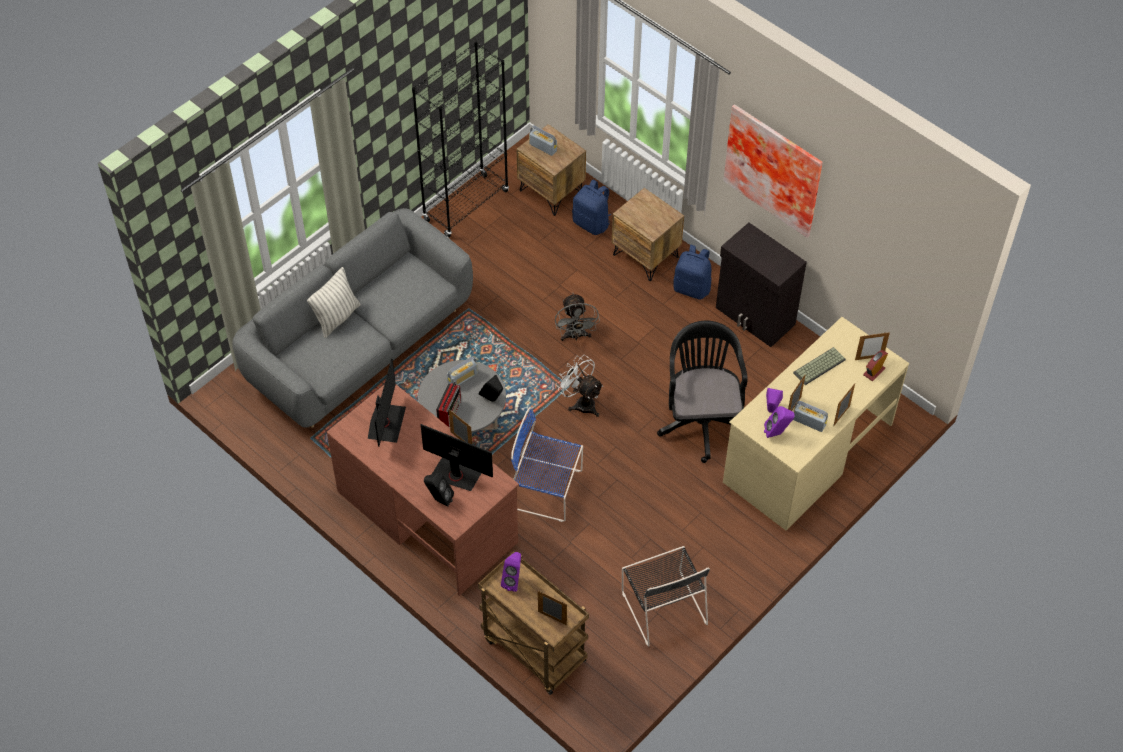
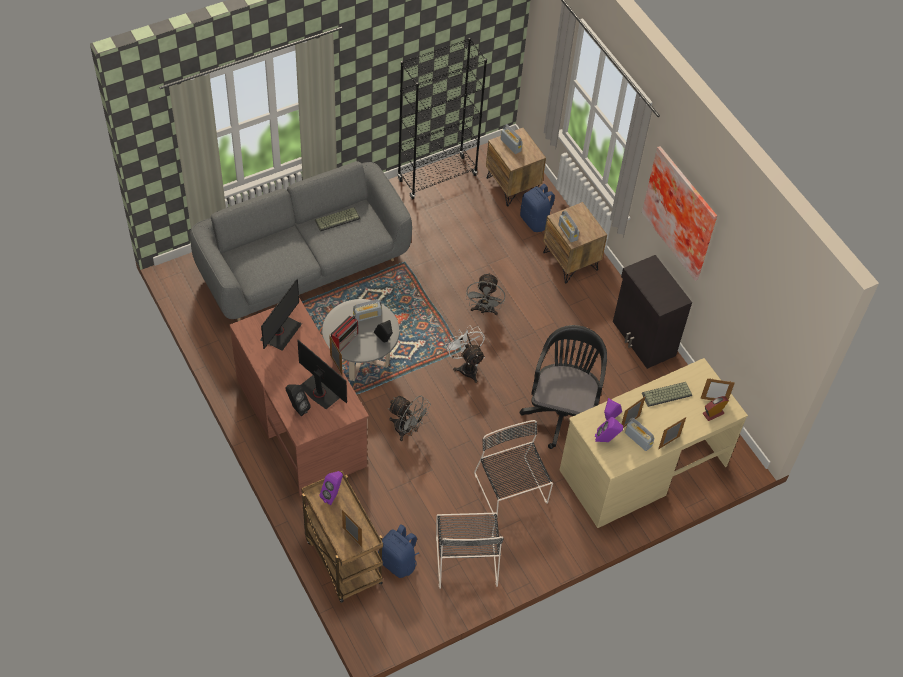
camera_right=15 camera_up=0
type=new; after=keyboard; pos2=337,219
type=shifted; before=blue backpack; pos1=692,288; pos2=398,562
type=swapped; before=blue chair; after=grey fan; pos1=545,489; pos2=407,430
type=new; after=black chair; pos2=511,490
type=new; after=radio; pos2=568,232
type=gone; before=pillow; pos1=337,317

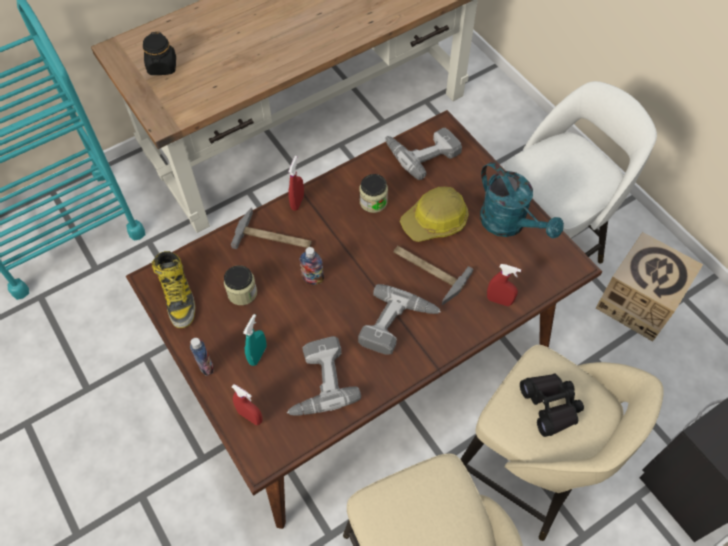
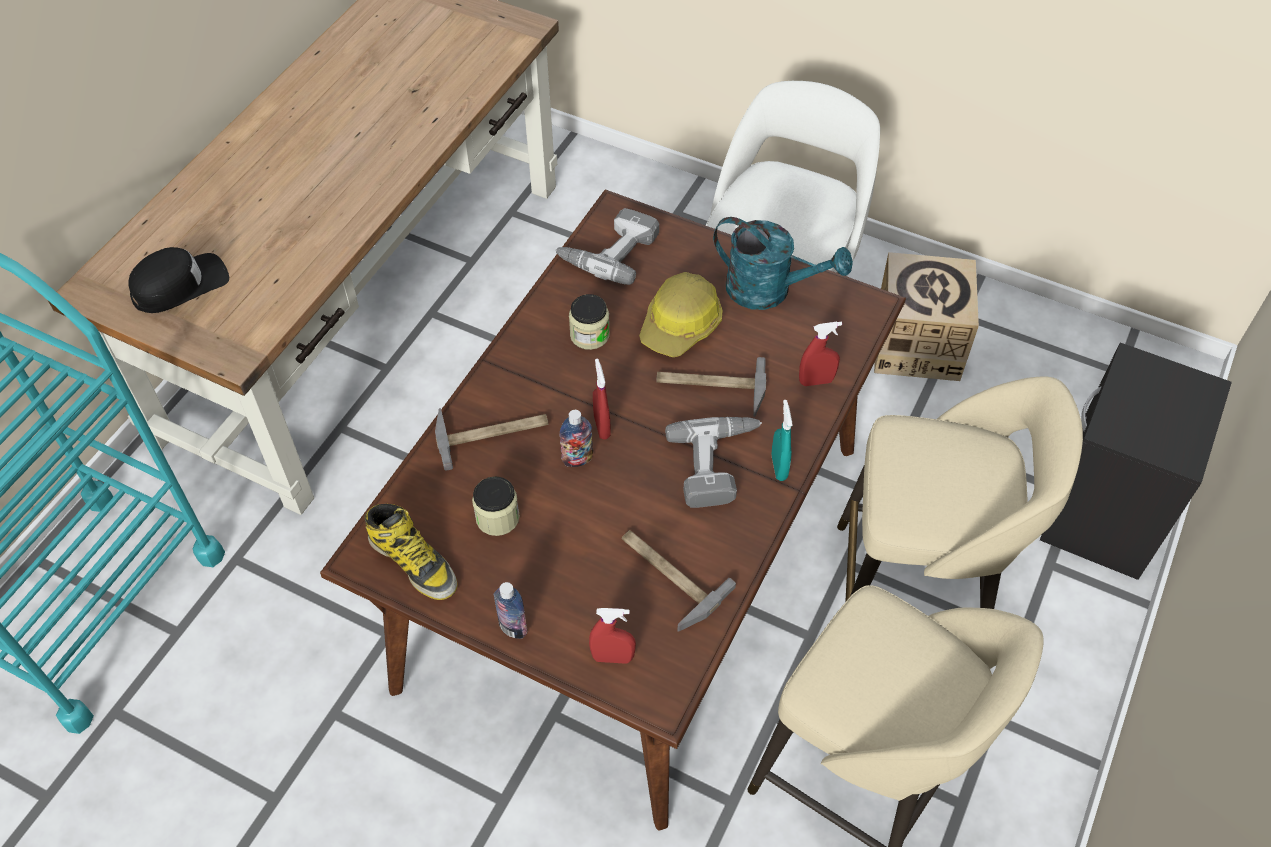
camera_right=-30 camera_up=-5
type=swapped; before=black jar; after=black cap; pos1=162,67; pos2=180,285
type=shifted; before=red spray bottle; pos1=297,202; pos2=602,426
type=swapped; before=power drill; after=hammer; pos1=317,381; pos2=667,575
type=shifted; before=turquoise spray bottle; pos1=258,355; pos2=779,467
type=gone; before=black binoculars; pos1=551,405

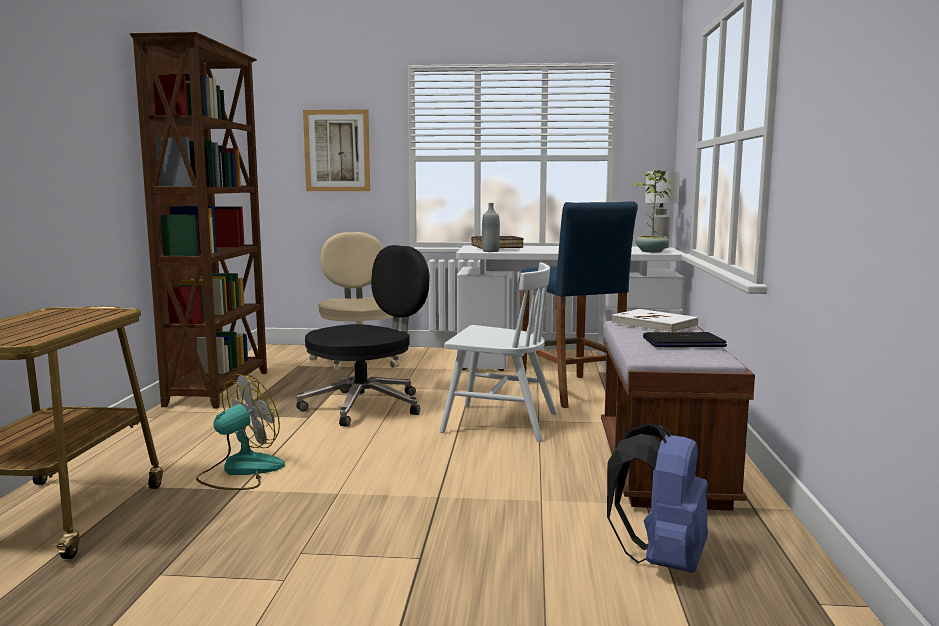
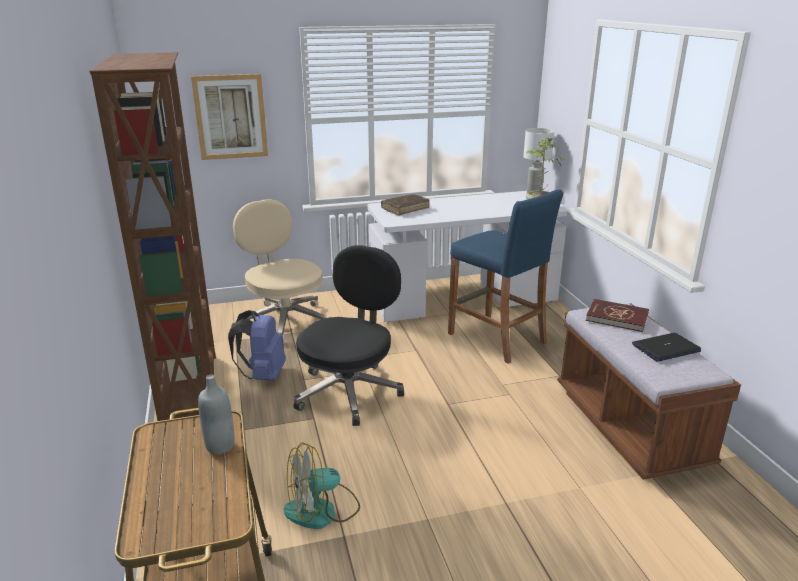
camera_right=-20 camera_up=15
type=shifted; before=grey bottle; pos1=490,251; pos2=220,446
type=shifted; before=blue backpack; pos1=661,560; pos2=263,375
type=rotated; before=fan; pos1=240,471; pos2=322,510; turn=-135
type=repainted; before=white book; after=red book; pos1=654,324; pos2=617,317
type=gone; before=white chair; pos1=499,422

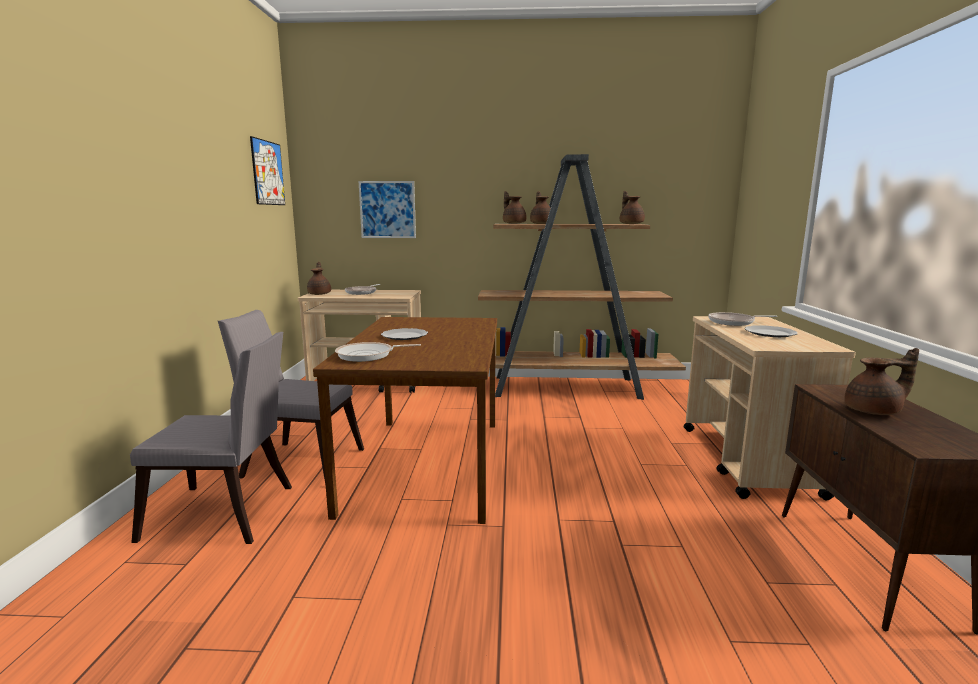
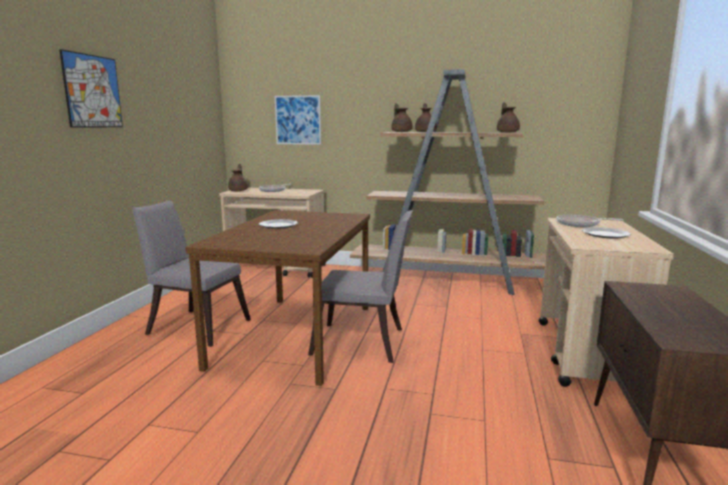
camera_right=10 camera_up=0
type=shifted; before=picture; pos1=268,173; pos2=92,91
type=shifted; before=grey chair; pos1=227,515; pos2=364,343
type=gone; before=frying pan; pos1=368,355
type=gone; before=brown teapot; pos1=874,411

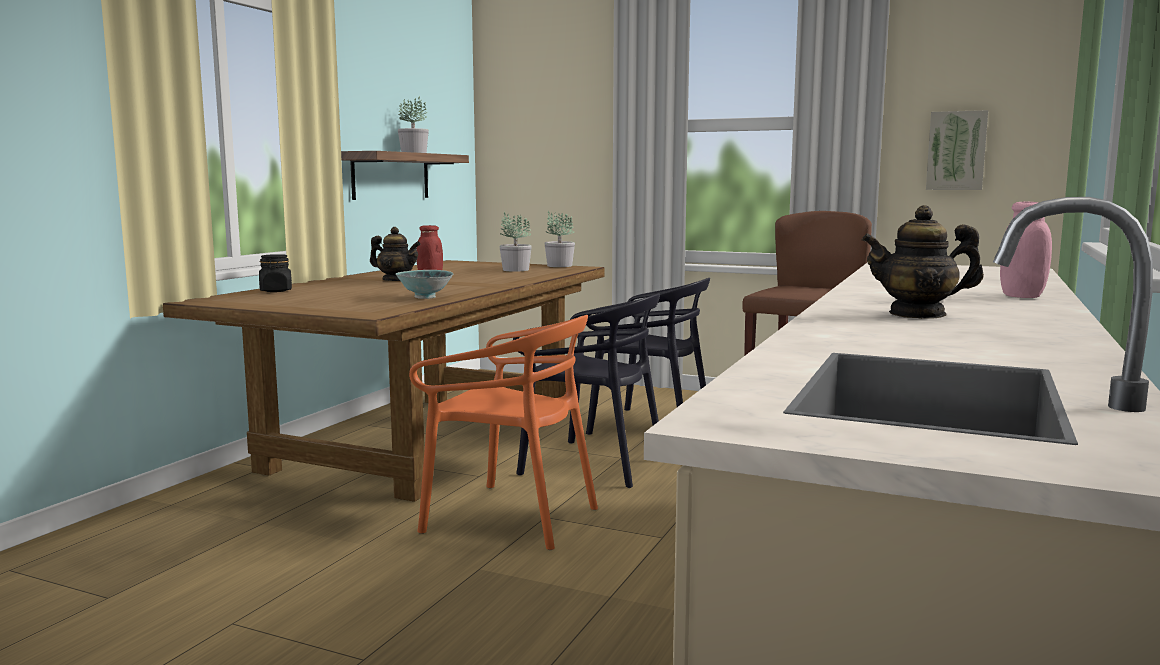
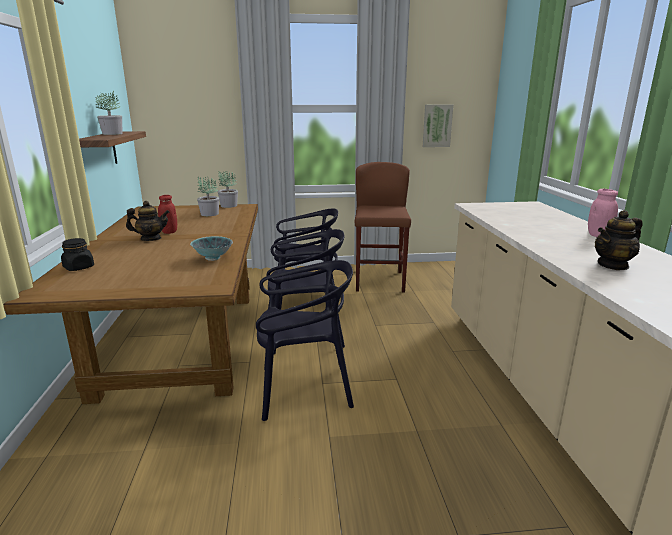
camera_right=-30 camera_up=10
type=repainted; before=orange chair; after=black chair; pos1=511,517; pos2=304,390

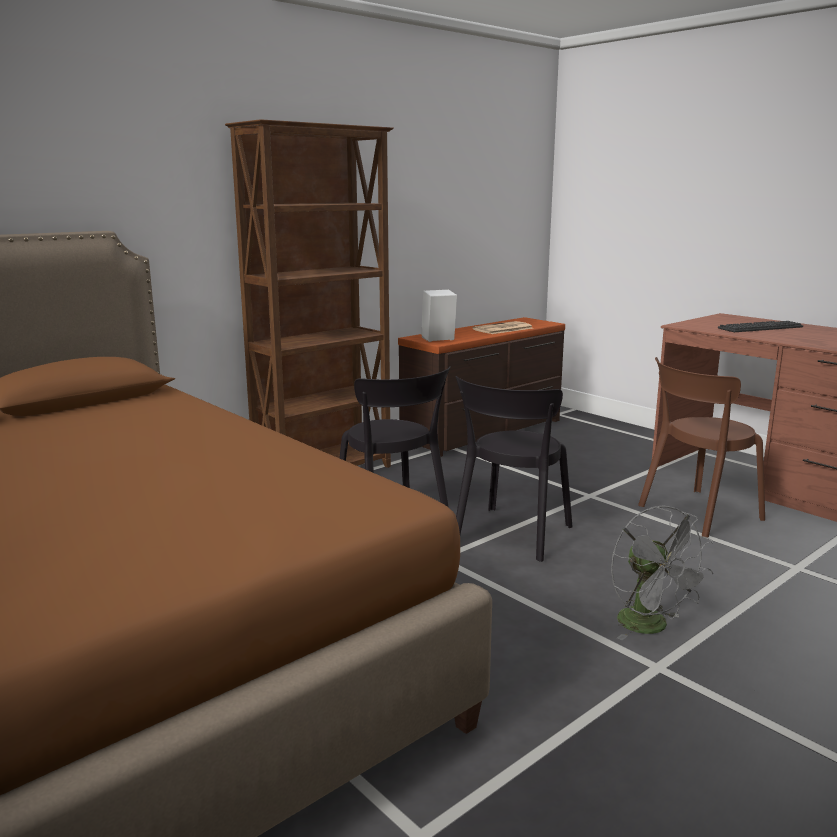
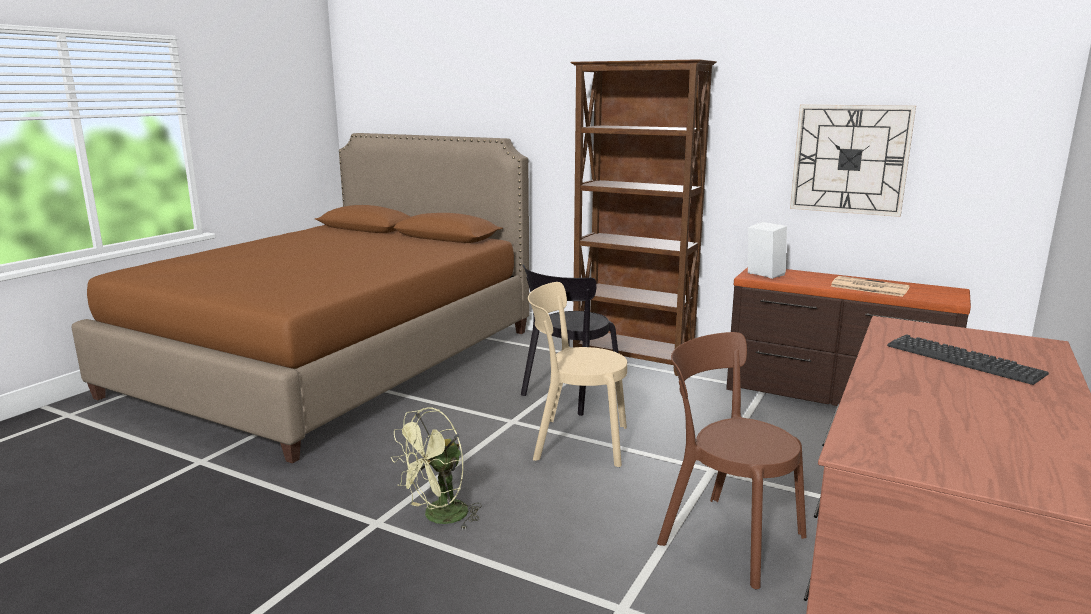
camera_right=70 camera_up=0
type=repainted; before=grey fan; after=green fan; pos1=651,627; pos2=439,517
type=repainted; before=black chair; after=beige chair; pos1=511,535; pos2=575,442
type=new; after=wall clock; pos2=850,159

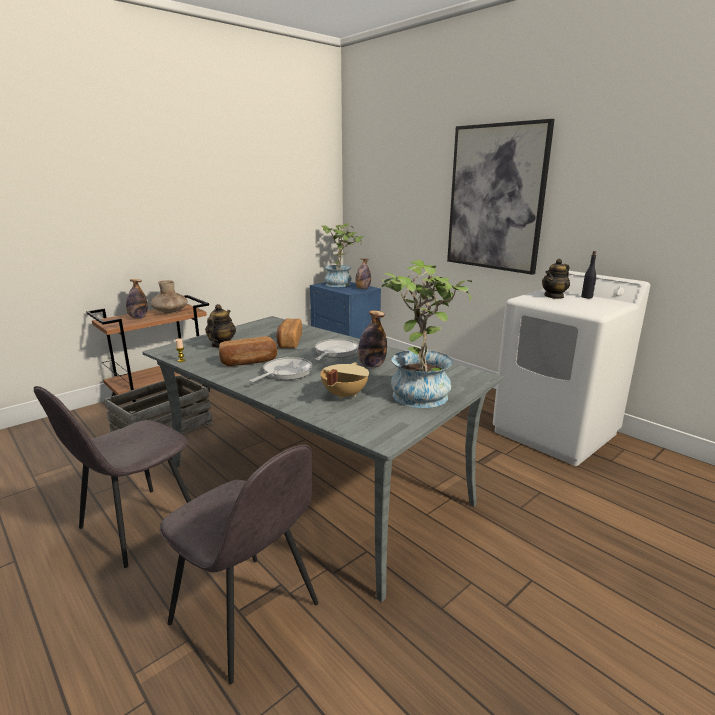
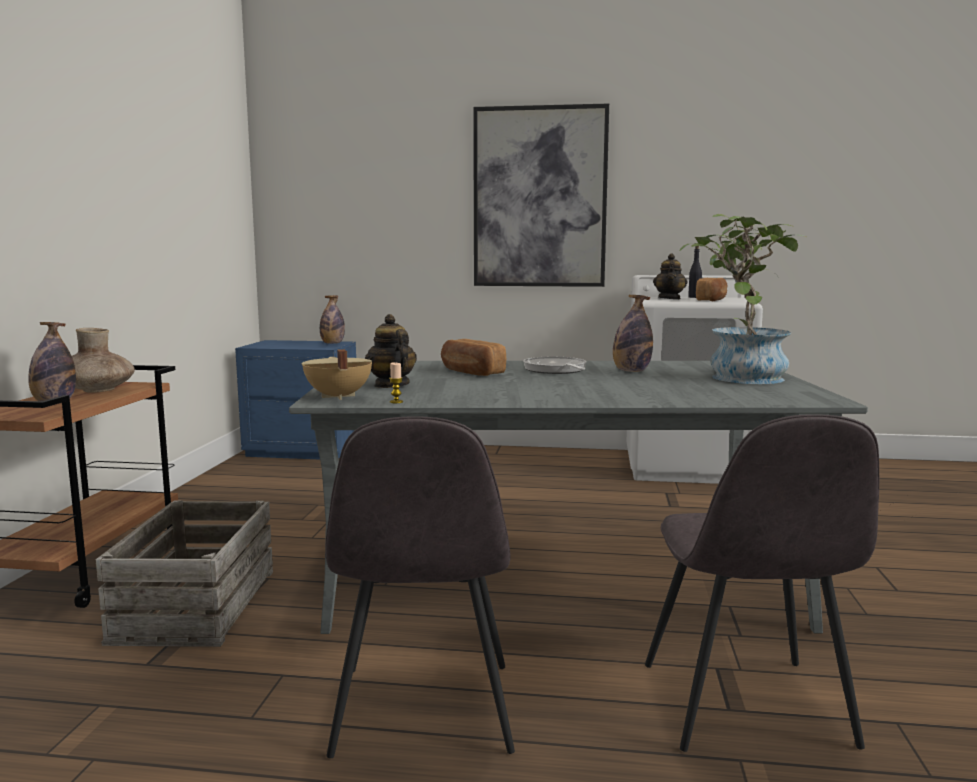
camera_right=-40 camera_up=-10
type=shifted; before=beige cooking pot; pos1=343,395; pos2=337,397
type=rotated; before=grey chair; pos1=247,616; pos2=746,707; turn=90
type=shifted; before=bread; pos1=249,362; pos2=712,300
type=gone; before=frying pan; pos1=285,373
type=gone; before=potted plant; pos1=341,283

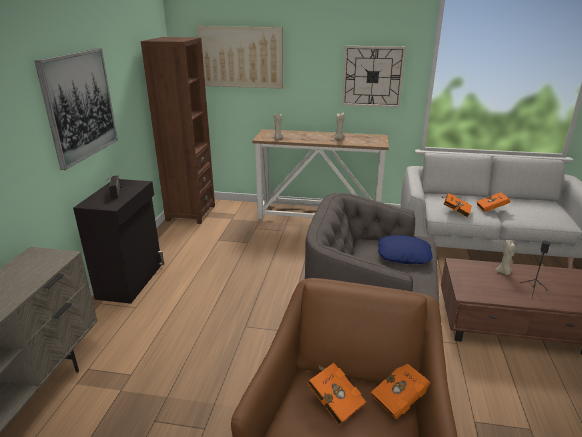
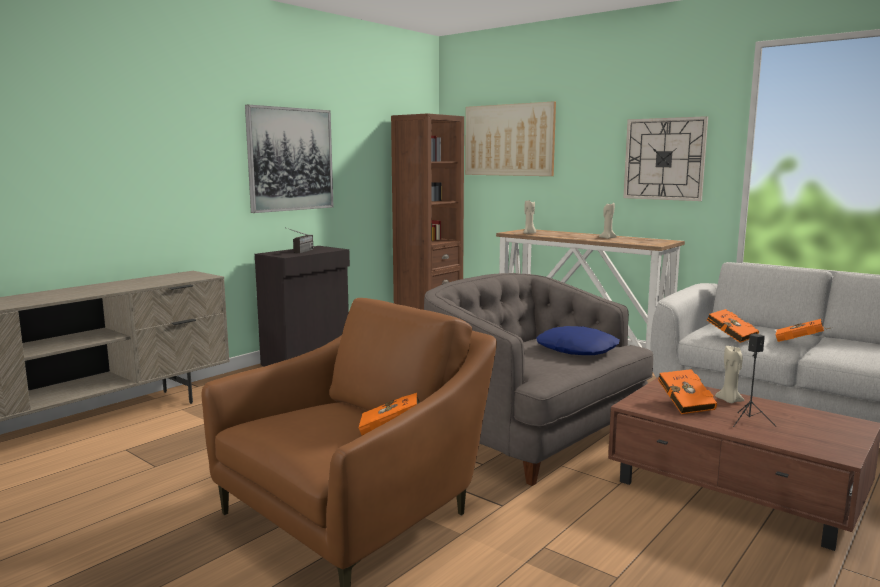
camera_right=30 camera_up=-15
type=shifted; before=orange book; pos1=334,401; pos2=684,404

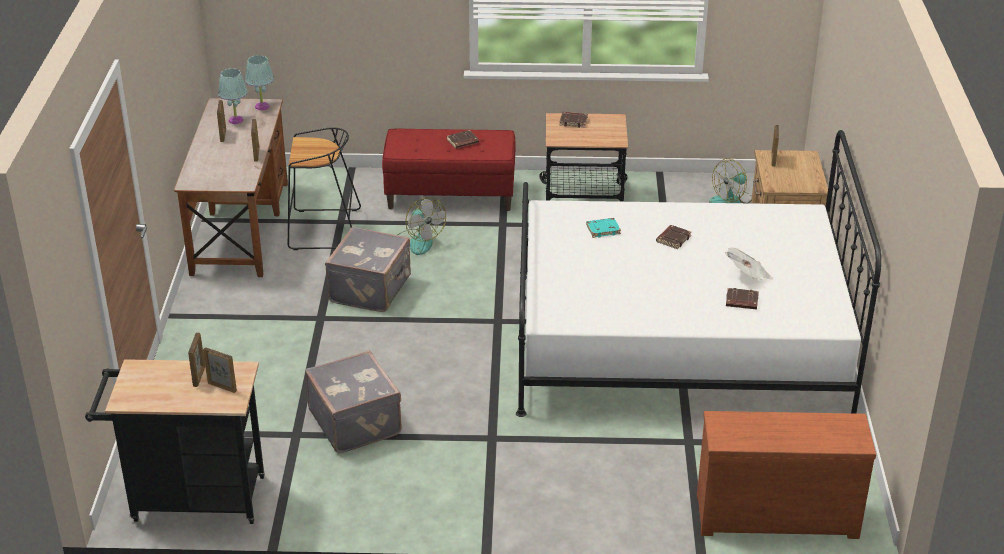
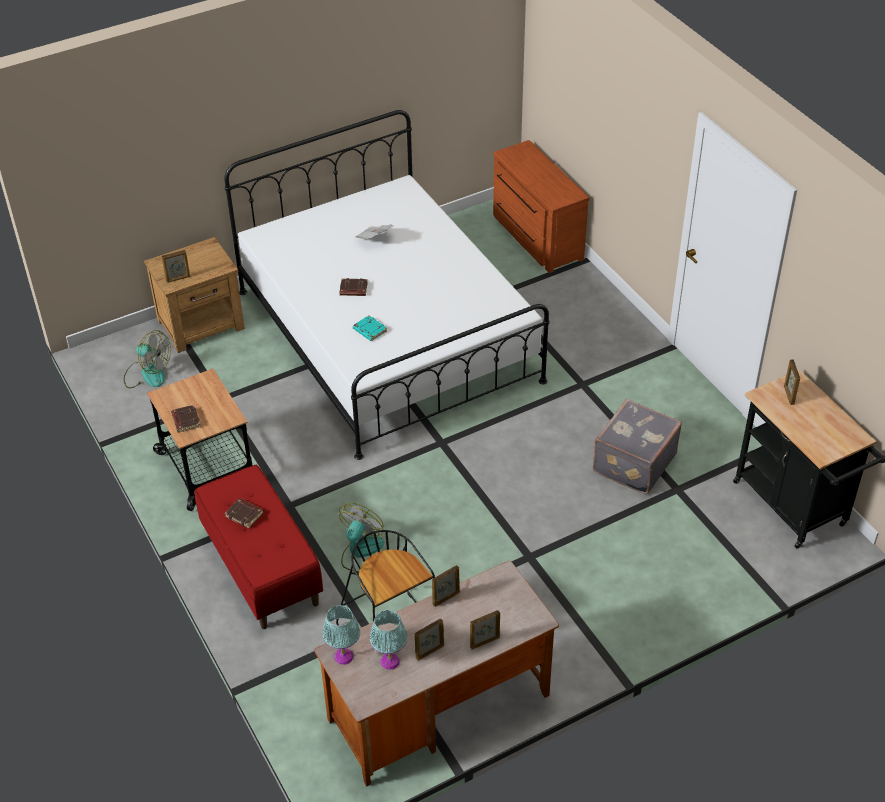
camera_right=-120 camera_up=10
type=shifted; before=picture frame; pos1=199,376; pos2=484,642
type=gone; before=grey suitcase; pos1=372,289
type=gone; before=brown book; pos1=741,302

